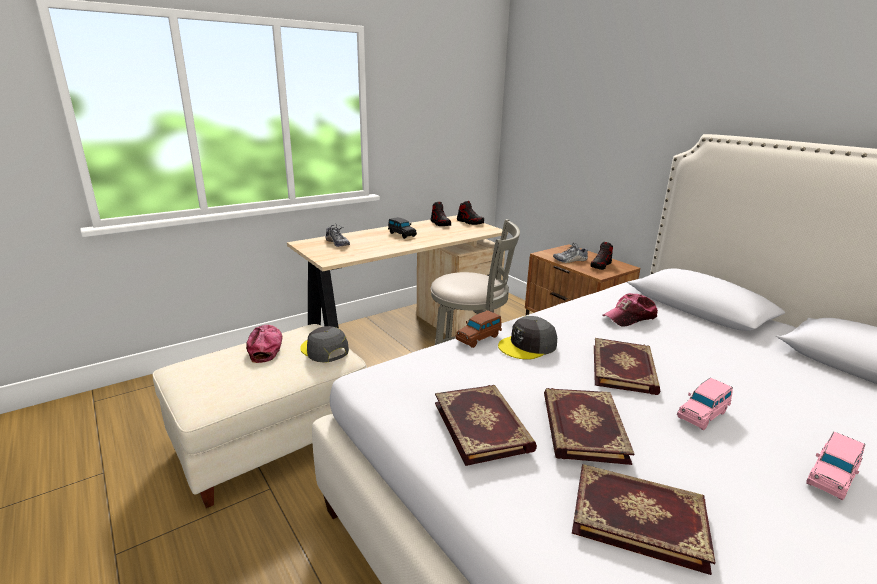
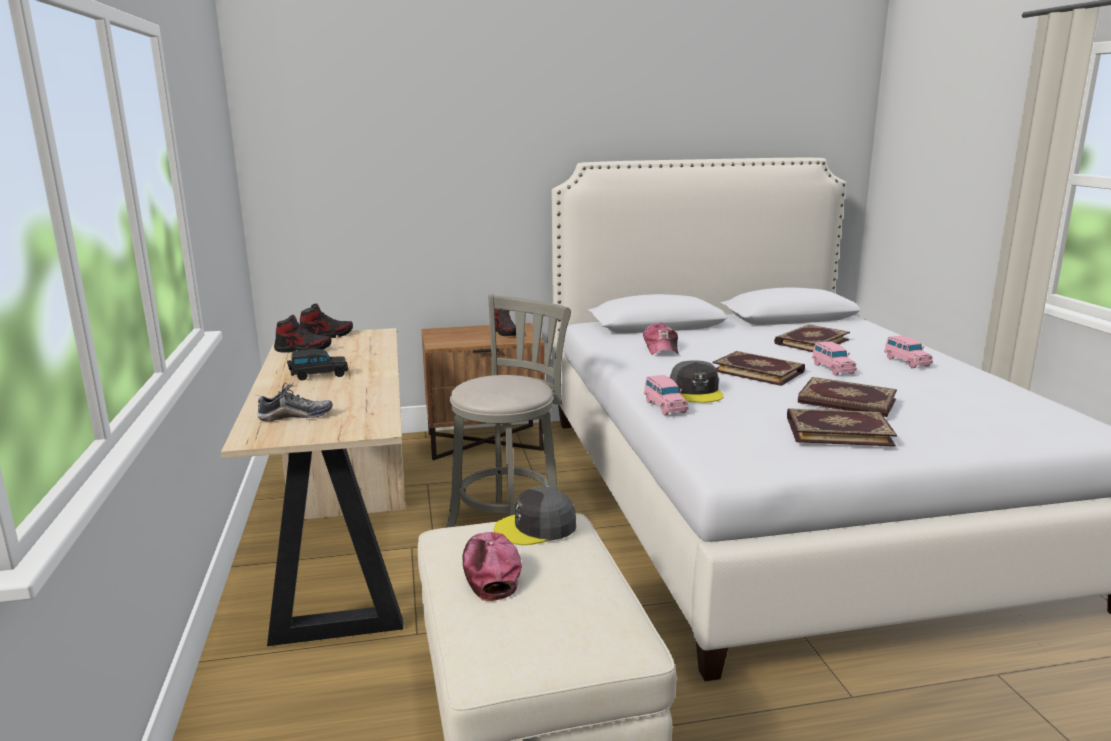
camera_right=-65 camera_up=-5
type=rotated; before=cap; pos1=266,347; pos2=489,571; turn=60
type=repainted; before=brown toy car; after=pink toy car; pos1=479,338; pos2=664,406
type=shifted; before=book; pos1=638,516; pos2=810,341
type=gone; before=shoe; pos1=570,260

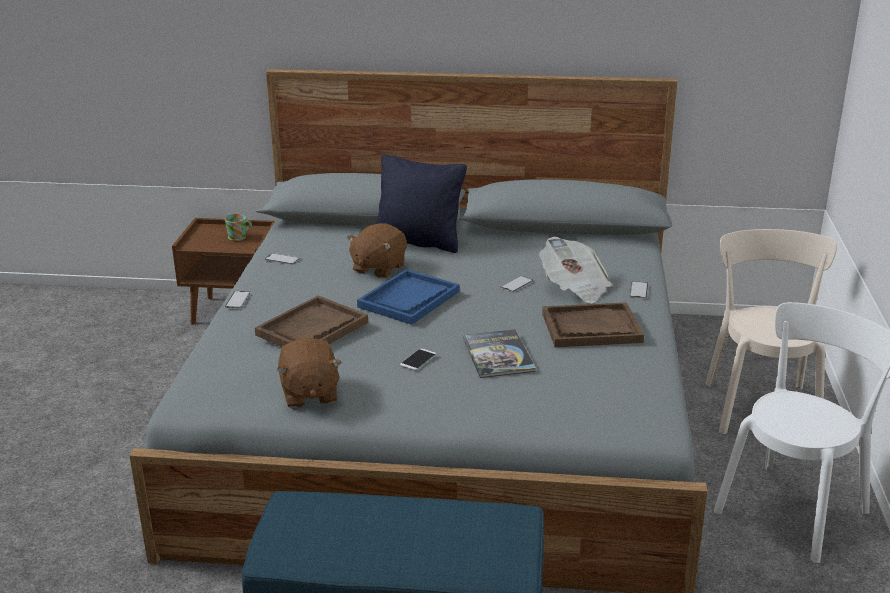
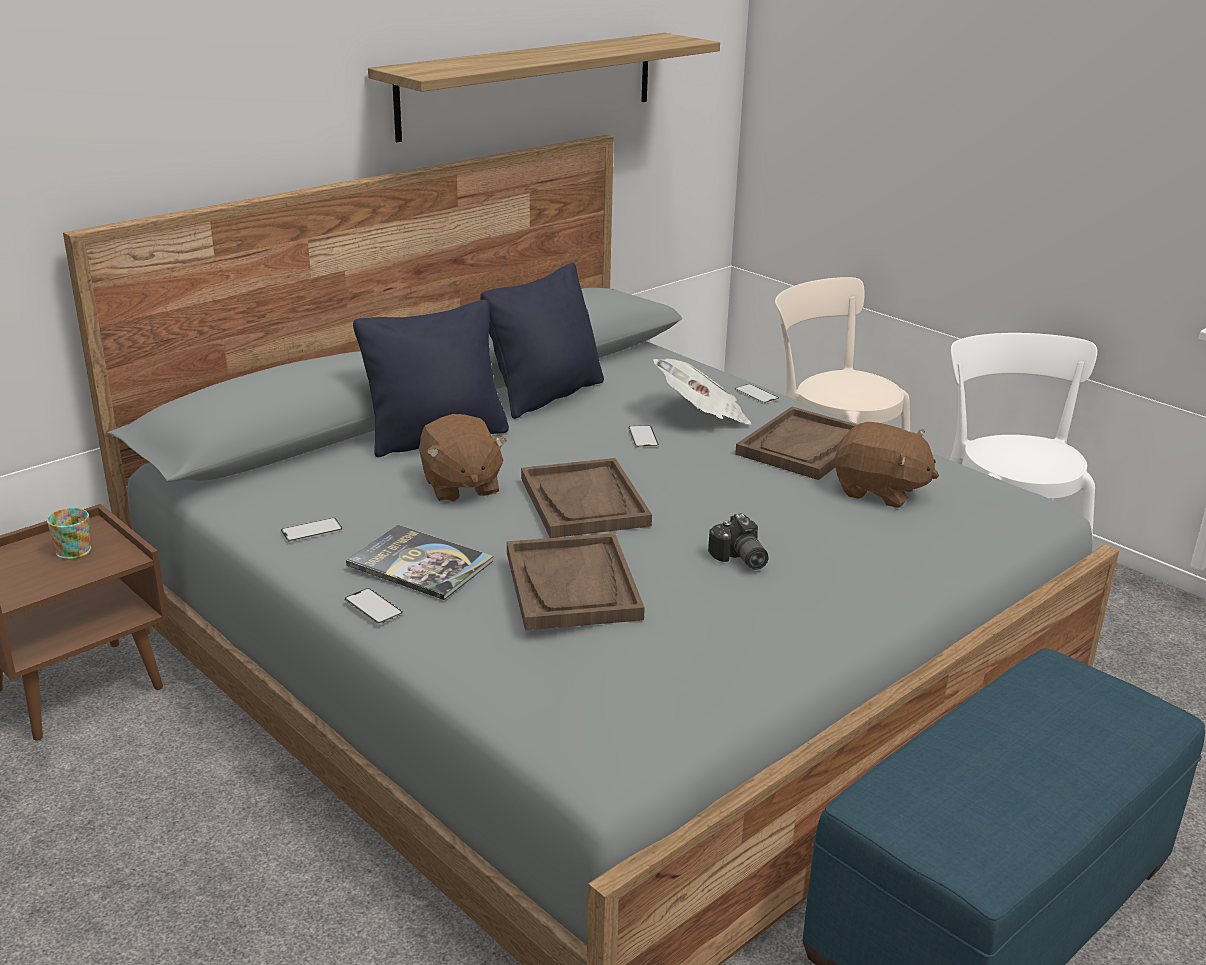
camera_right=-50 camera_up=0
type=shifted; before=book; pos1=498,355; pos2=420,564
type=new; after=shelf; pos2=529,84
type=new; after=black pillow; pos2=546,395
type=repainted; before=blue tray; after=brown tray; pos1=409,299; pos2=584,502
type=swapped; before=phone; after=photo camera; pos1=418,360; pos2=739,559
type=shifted; before=brown plush toy; pos1=309,394; pos2=880,491

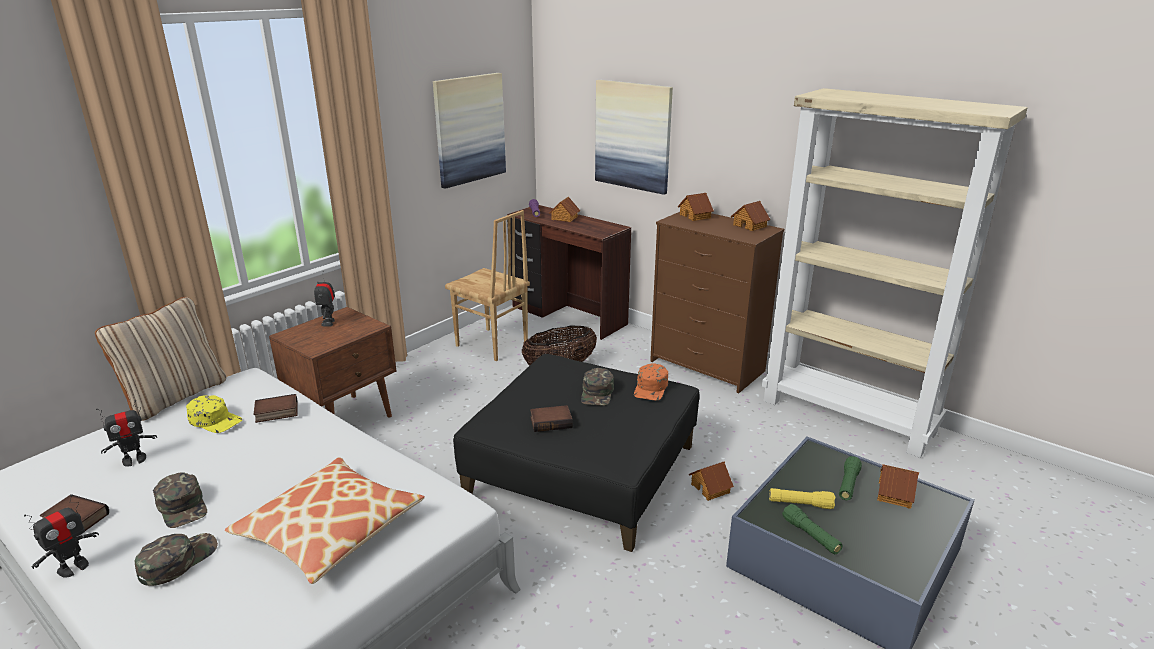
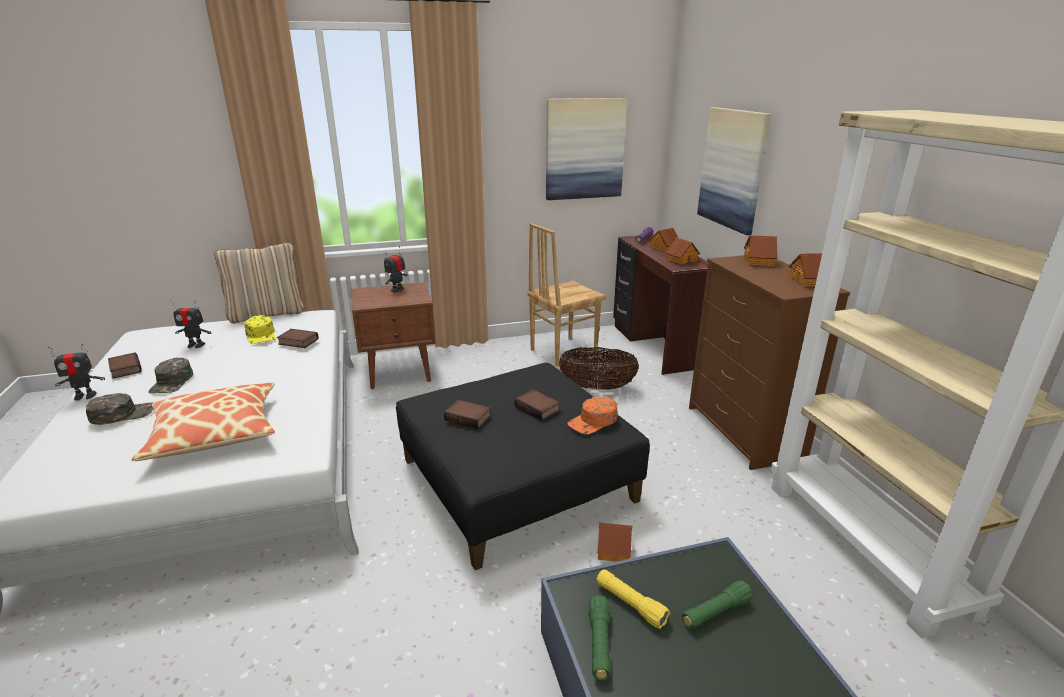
camera_right=35 camera_up=0
type=swapped; before=green cap; after=book; pos1=597,393; pos2=538,408
type=rotated; before=brown chair; pos1=491,345; pos2=562,351; turn=75
type=shifted; before=toy house; pos1=893,494; pos2=681,260

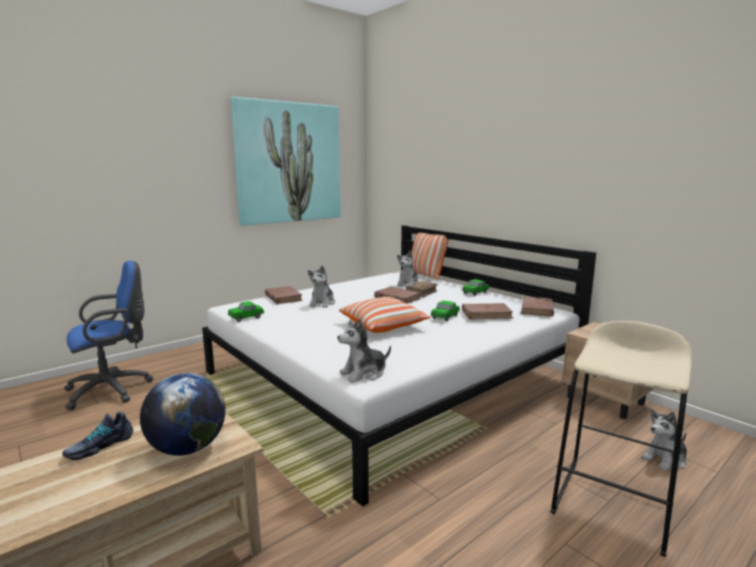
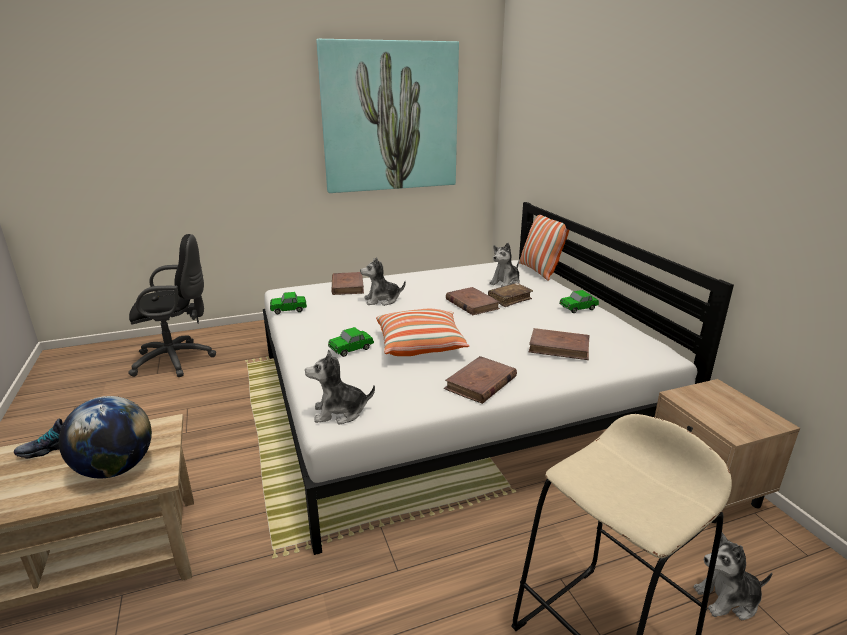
camera_right=20 camera_up=10
type=repainted; before=blue office chair; after=black office chair; pos1=113,389; pos2=178,360
type=shifted; before=toy car; pos1=445,317; pos2=351,349
type=rotated; before=plush toy; pos1=322,303; pos2=382,300; turn=45
type=shifted; before=brown book; pos1=537,309; pos2=480,383

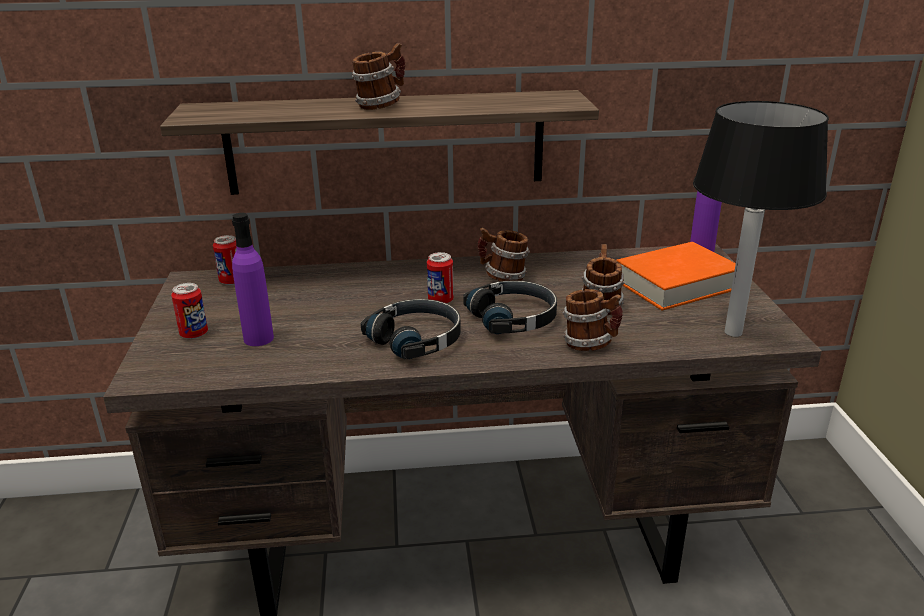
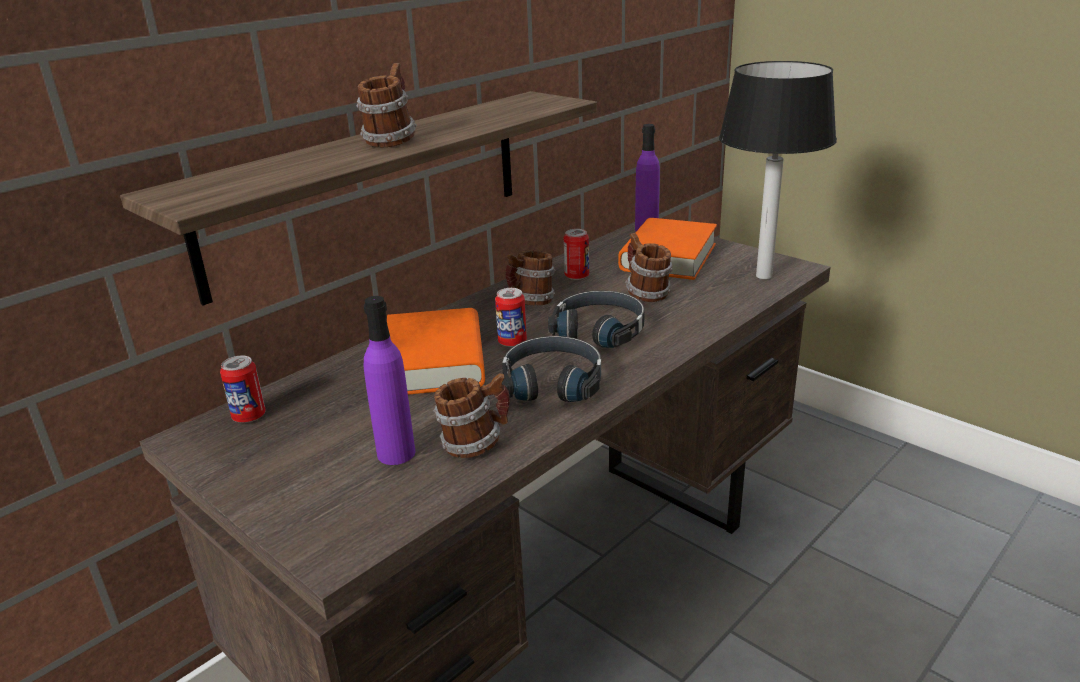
camera_right=-40 camera_up=0
type=new; after=orange book; pos2=435,362
type=shifted; before=mug; pos1=590,344; pos2=475,444
type=shifted; before=can; pos1=194,334; pos2=577,276

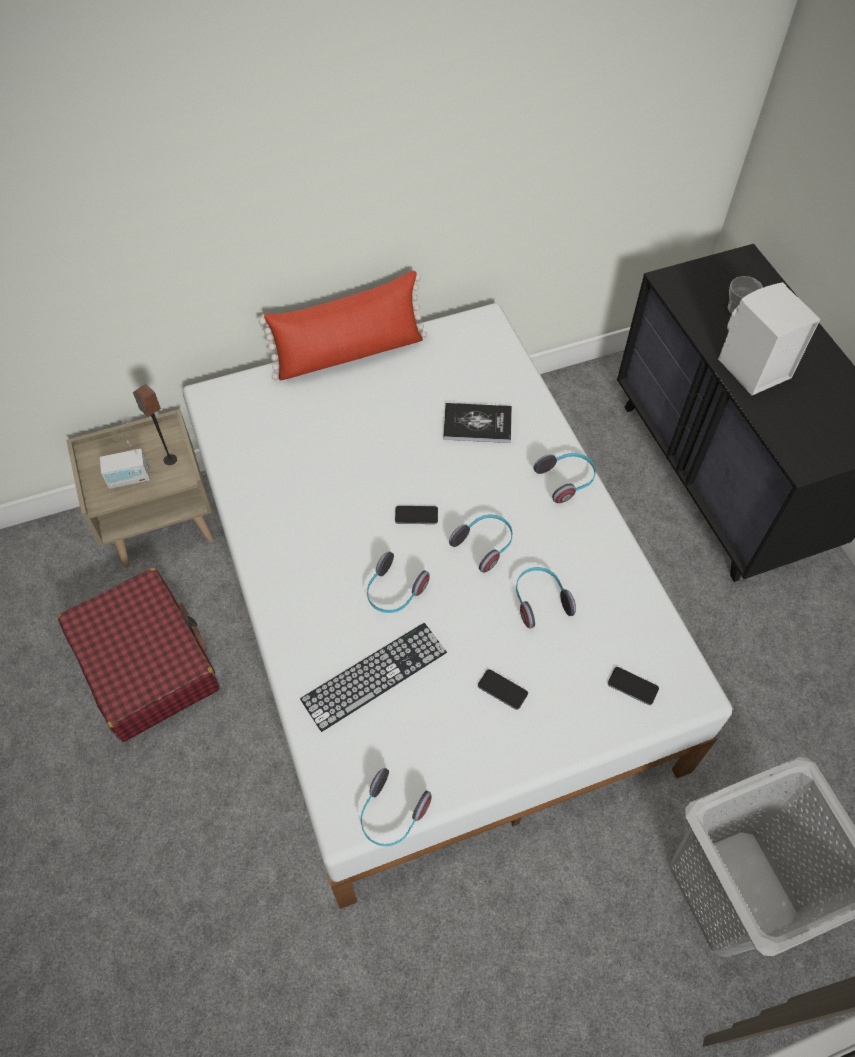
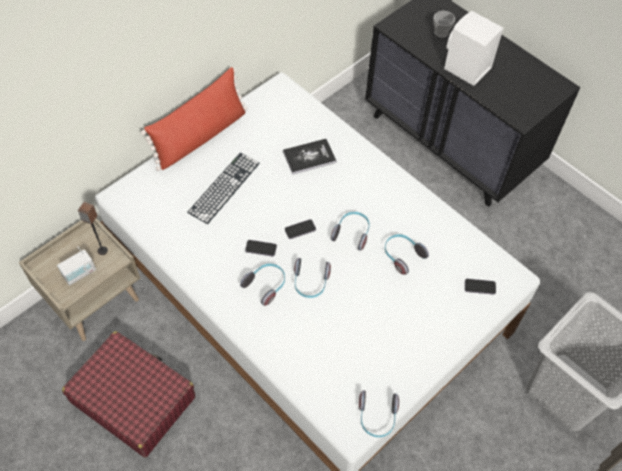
camera_right=-25 camera_up=0
type=shifted; before=keyboard; pos1=374,675; pos2=224,187
type=shifted; before=headphones; pos1=566,480; pos2=266,285
type=shifted; before=phone; pos1=502,690; pos2=261,248

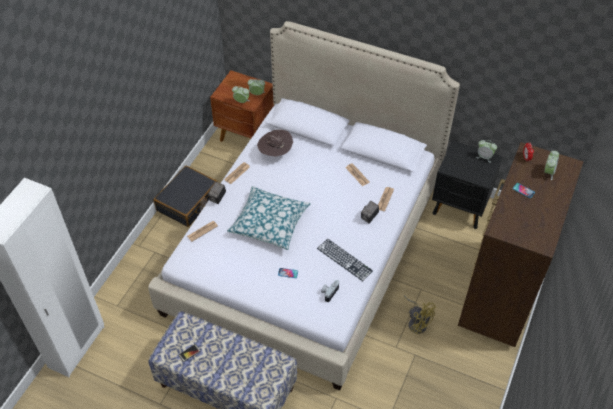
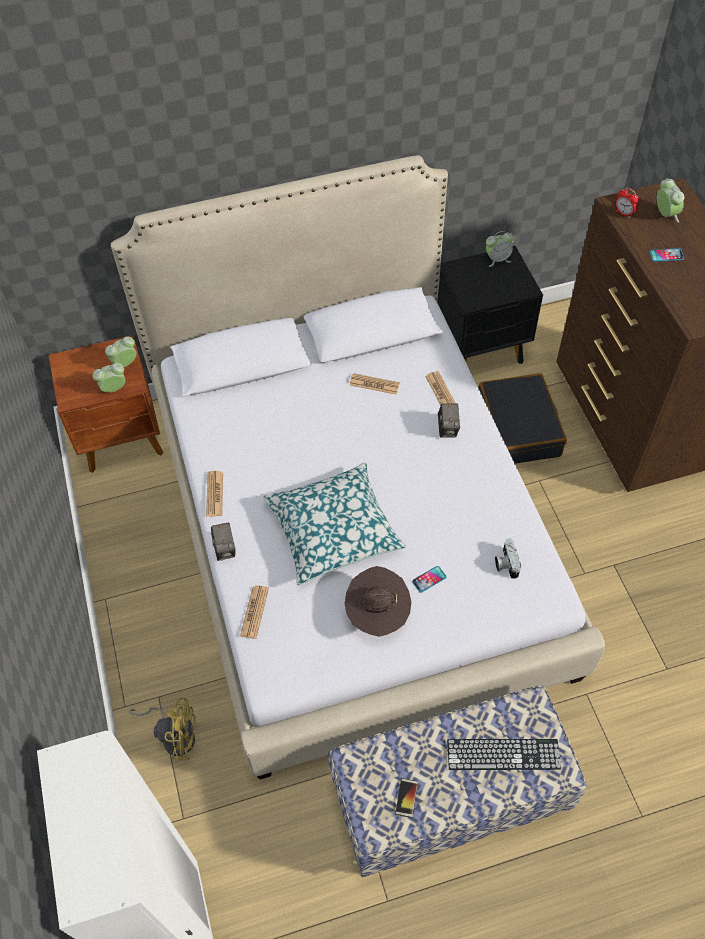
camera_right=-40 camera_up=5
type=shifted; before=yellow fan; pos1=417,322; pos2=175,735
type=shifted; before=brown hat; pos1=275,153; pos2=377,614
type=shifted; before=keyboard; pos1=344,259; pos2=503,754
type=shifted; before=black suitcase; pos1=188,202; pos2=519,428

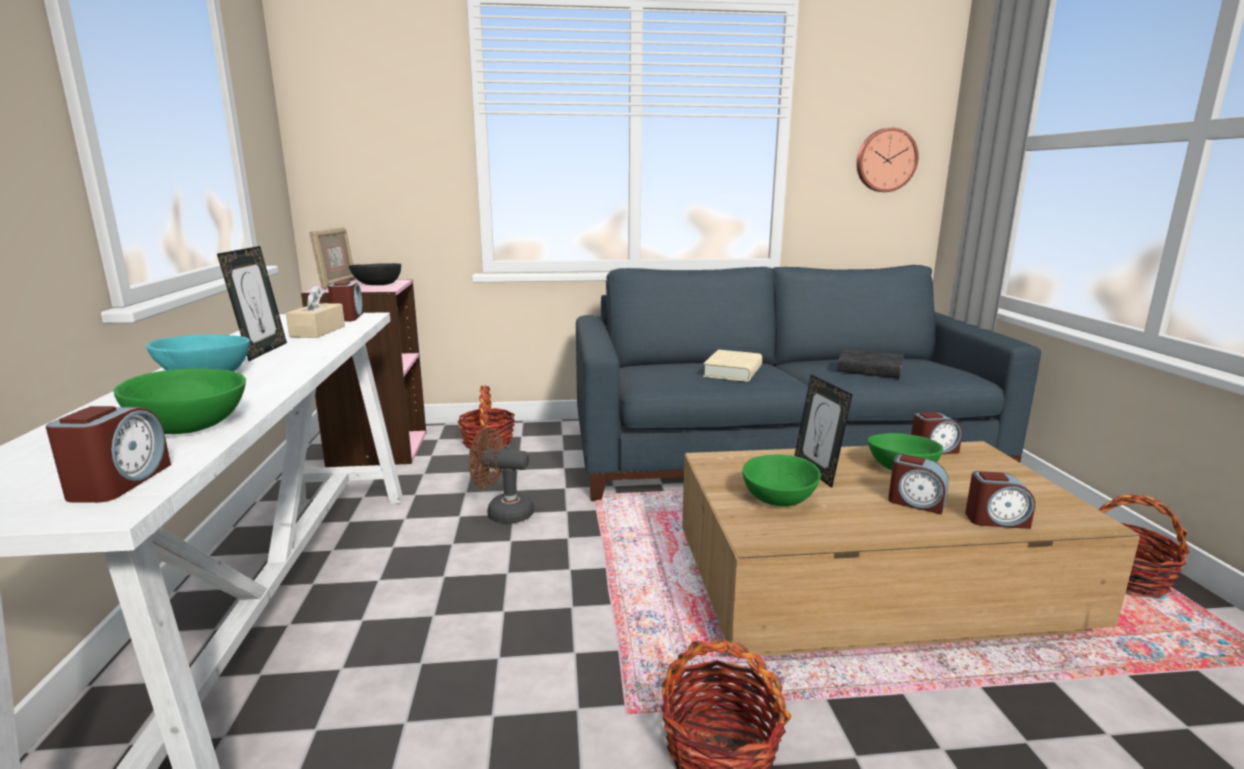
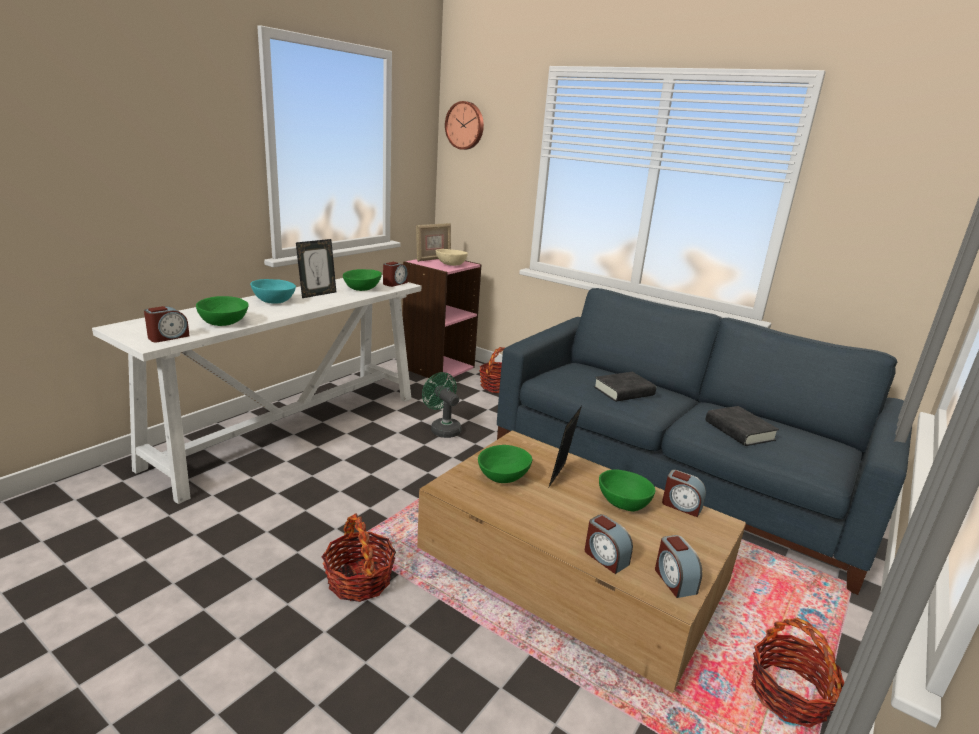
camera_right=40 camera_up=5
type=swapped; before=beige tissue box; after=green bowl; pos1=318,331; pos2=362,289
type=repainted; before=brown fan; after=green fan; pos1=503,513; pos2=442,429
type=repainted; before=black bowl; after=beige bowl; pos1=377,285; pos2=451,264
type=shifted; before=wall clock; pos1=885,160; pos2=465,125
type=repainted; before=beige book; after=black book; pos1=733,371; pos2=624,391
type=shifted; before=alarm clock; pos1=915,503; pos2=674,580

